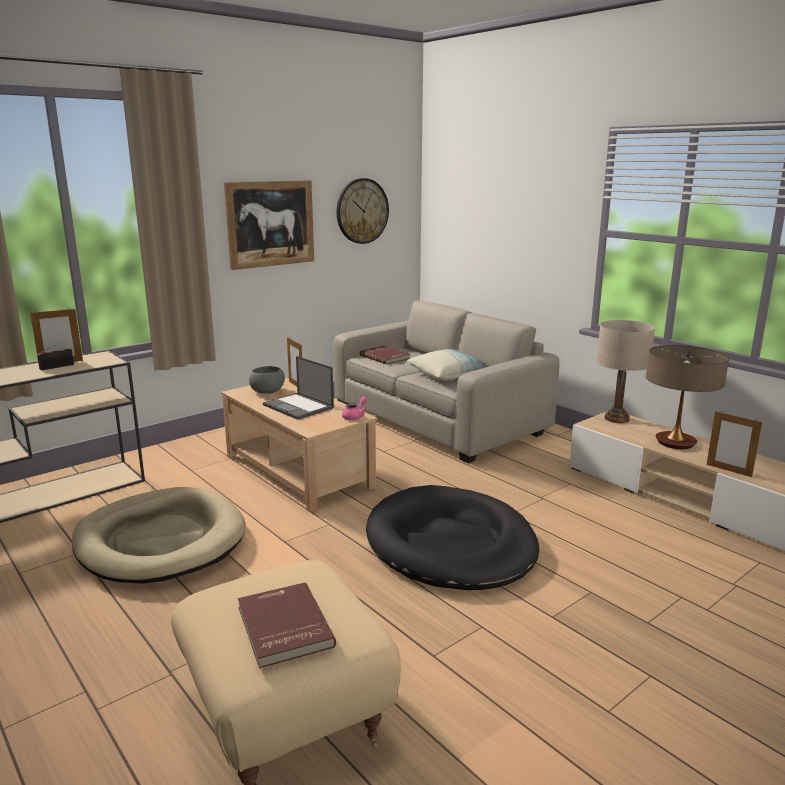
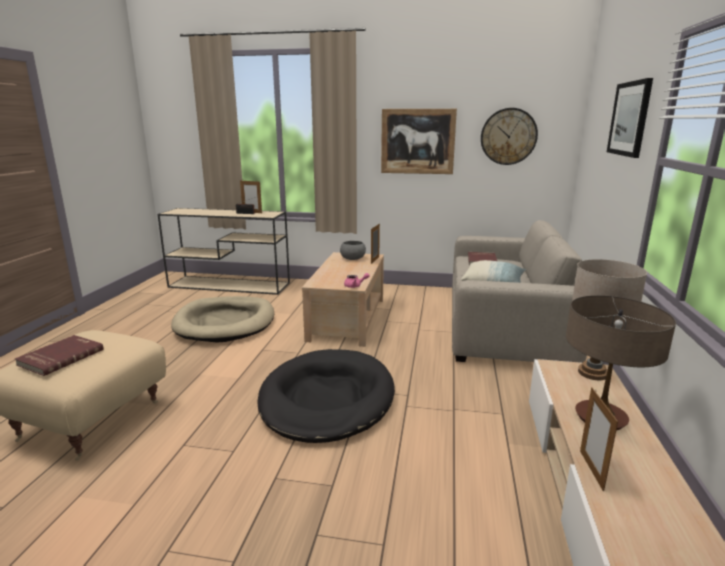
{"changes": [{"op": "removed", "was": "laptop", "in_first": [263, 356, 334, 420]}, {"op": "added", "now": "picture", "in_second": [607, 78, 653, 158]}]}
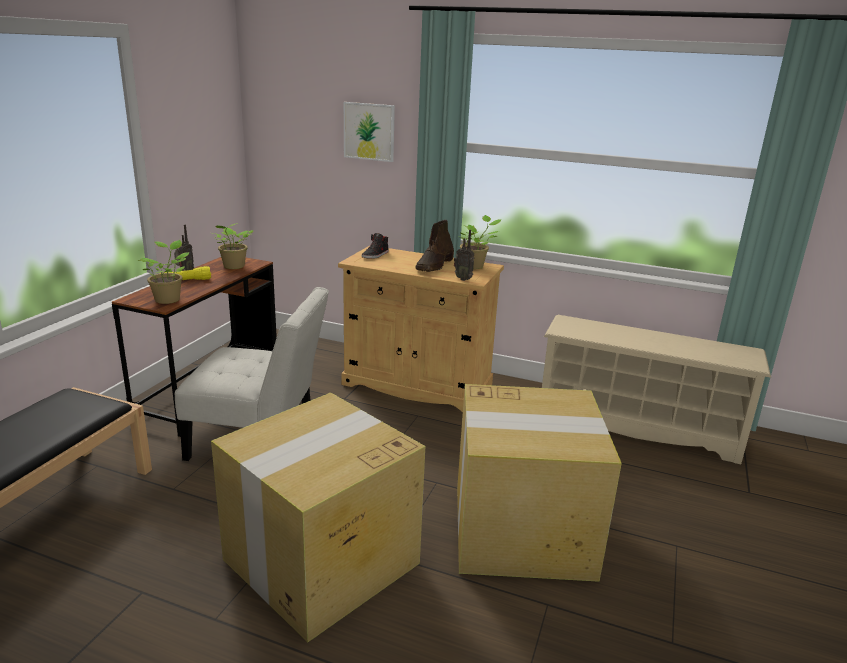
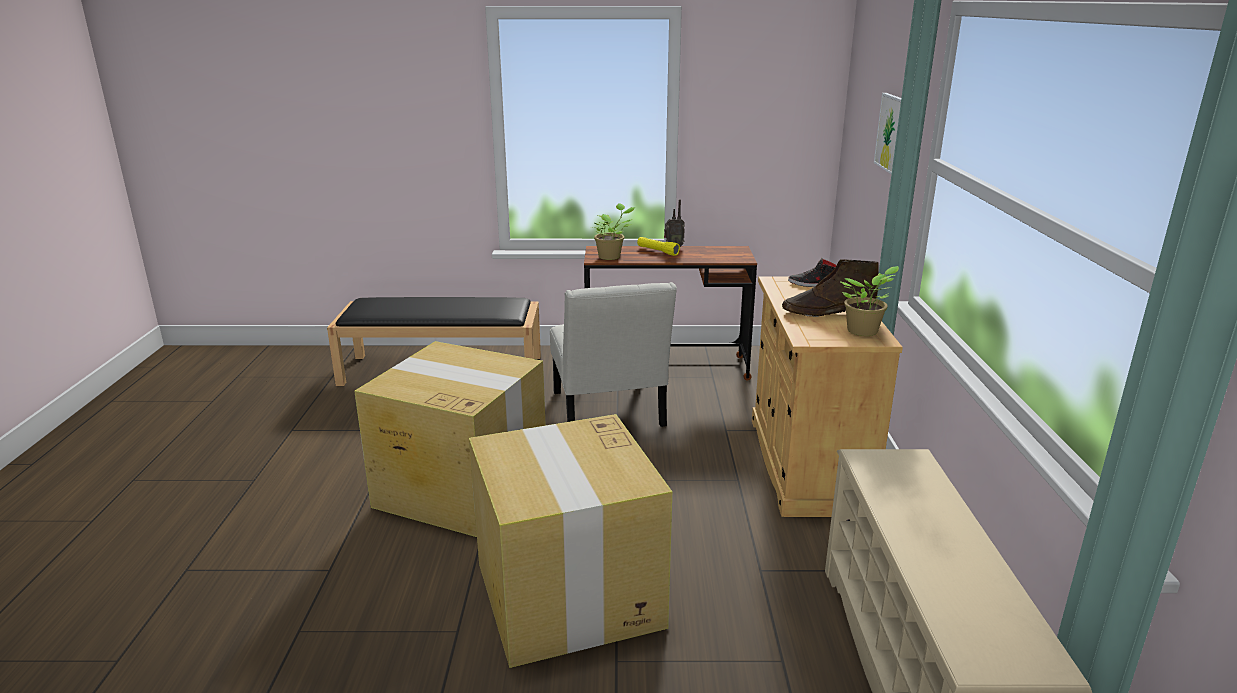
{"changes": [{"op": "removed", "was": "potted_plant", "in_first": [213, 223, 253, 269]}, {"op": "removed", "was": "radio", "in_first": [454, 230, 474, 281]}]}
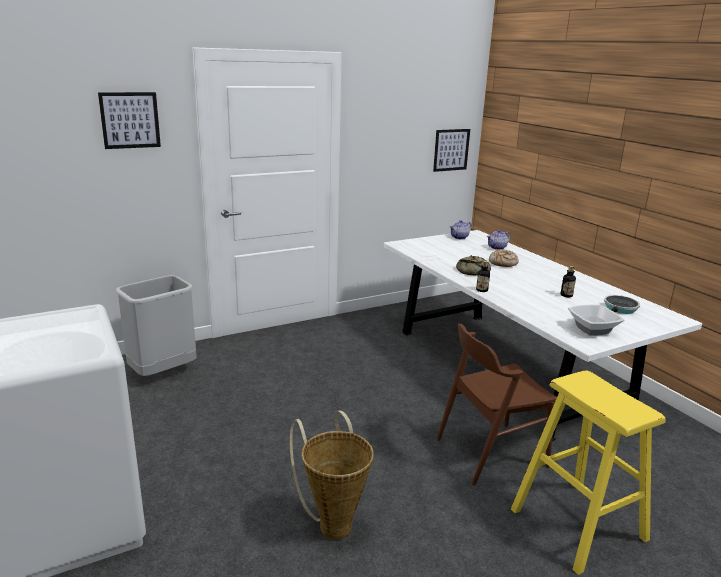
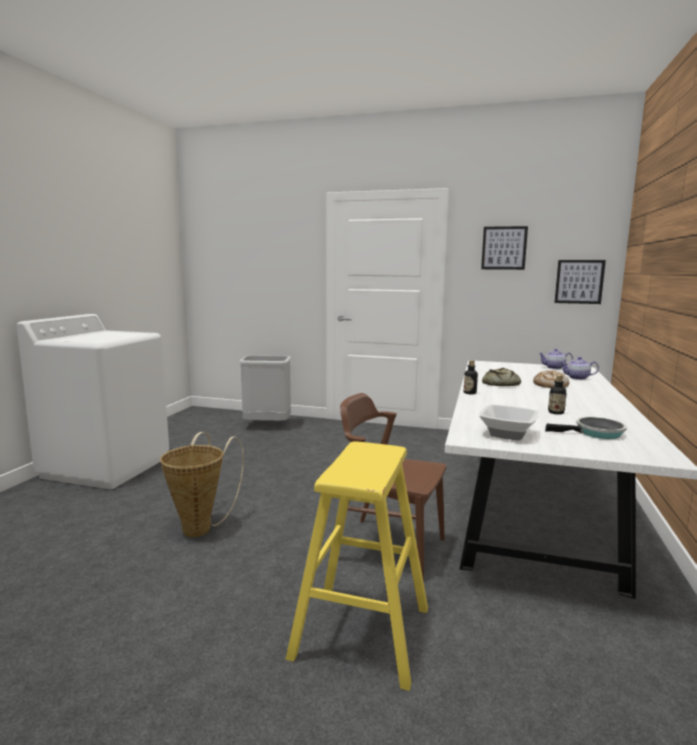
{"changes": [{"op": "moved", "was": "picture", "in_first": [98, 92, 161, 149], "in_second": [481, 226, 528, 270]}]}
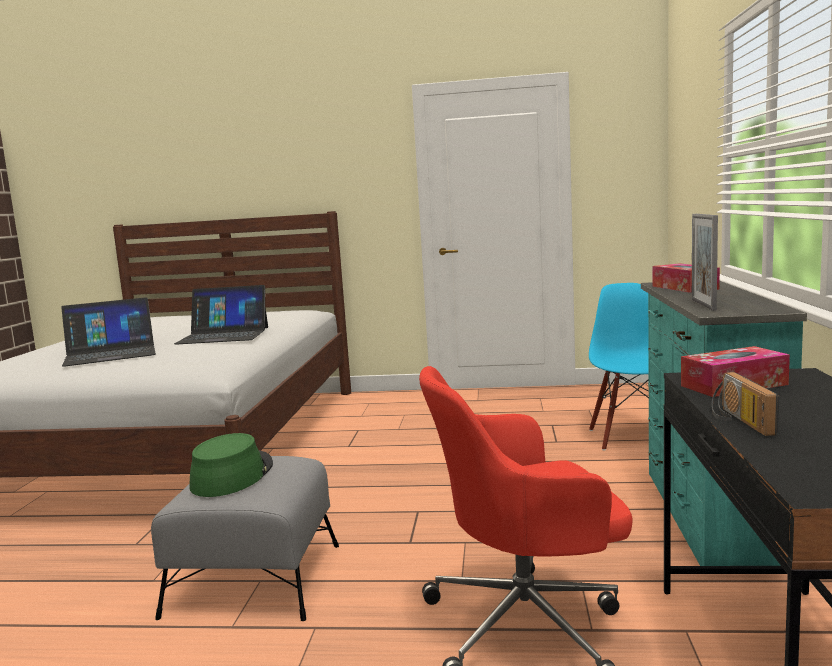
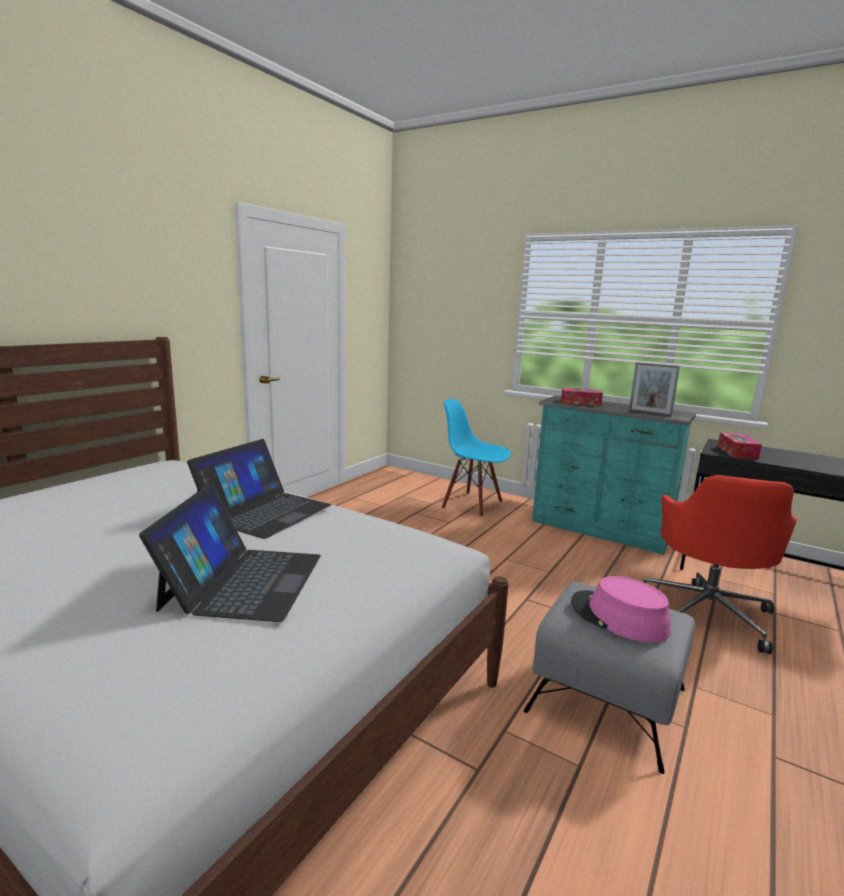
{"changes": [{"op": "removed", "was": "radio", "in_first": [712, 372, 779, 436]}, {"op": "recoloured", "was": "green_hat", "now": "pink_hat", "in_first": [189, 433, 273, 497], "in_second": [571, 576, 671, 642]}]}
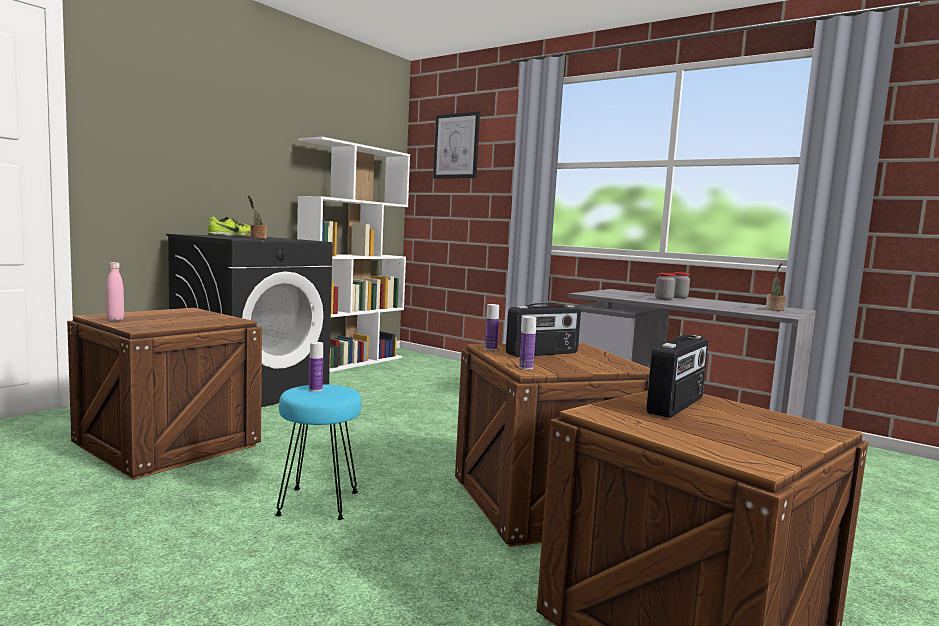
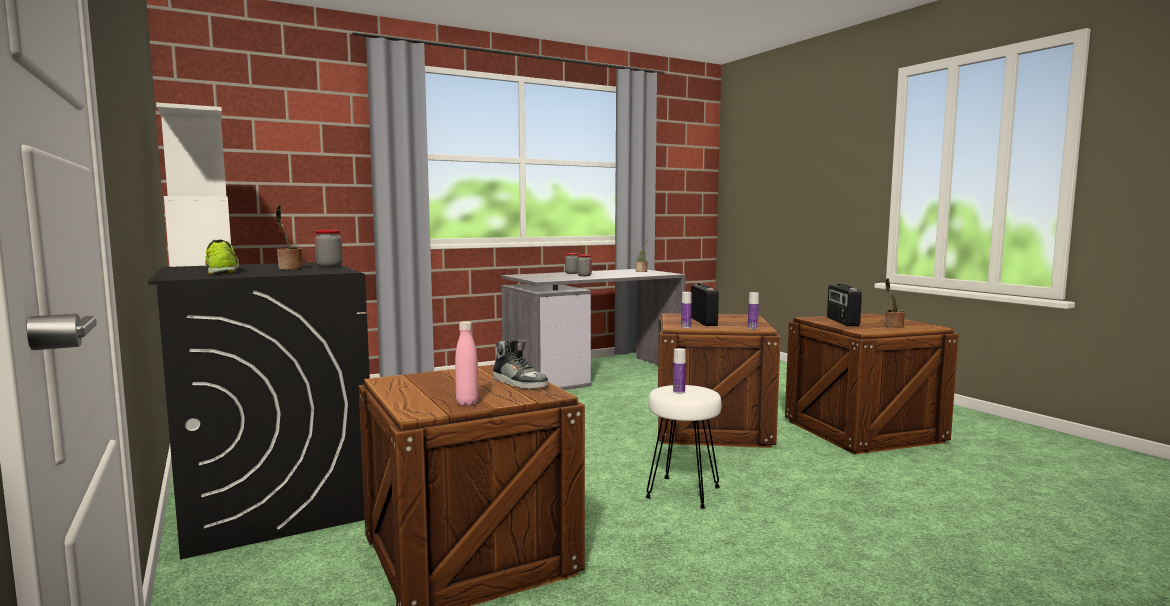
{"changes": [{"op": "removed", "was": "picture", "in_first": [433, 111, 480, 179]}, {"op": "added", "now": "jar", "in_second": [315, 230, 343, 267]}, {"op": "added", "now": "shoe", "in_second": [493, 339, 549, 389]}, {"op": "added", "now": "potted_plant", "in_second": [885, 278, 905, 328]}, {"op": "recoloured", "was": "turquoise_stool", "now": "white_stool", "in_first": [275, 384, 361, 520], "in_second": [646, 385, 722, 509]}, {"op": "turned", "was": "radio", "in_first": [646, 335, 708, 418], "in_second": [827, 284, 862, 326], "clockwise": -150}]}
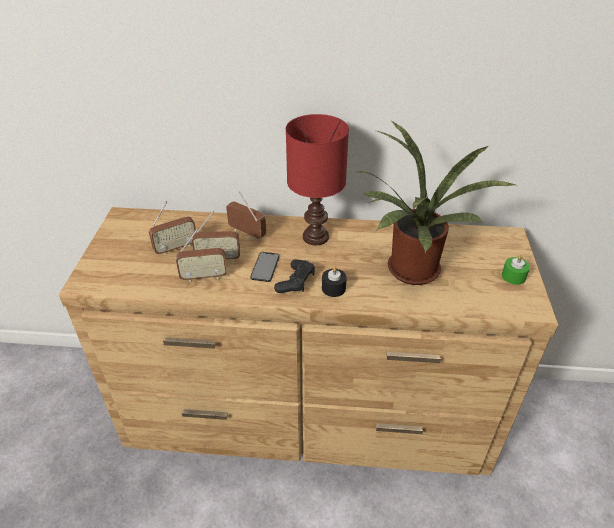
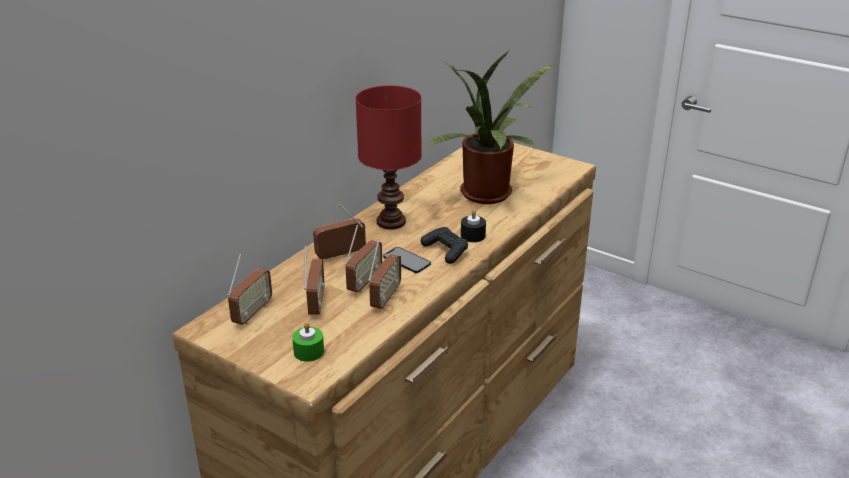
{"changes": [{"op": "added", "now": "radio", "in_second": [228, 254, 272, 325]}, {"op": "moved", "was": "green_candle", "in_first": [502, 255, 530, 285], "in_second": [292, 322, 324, 362]}]}
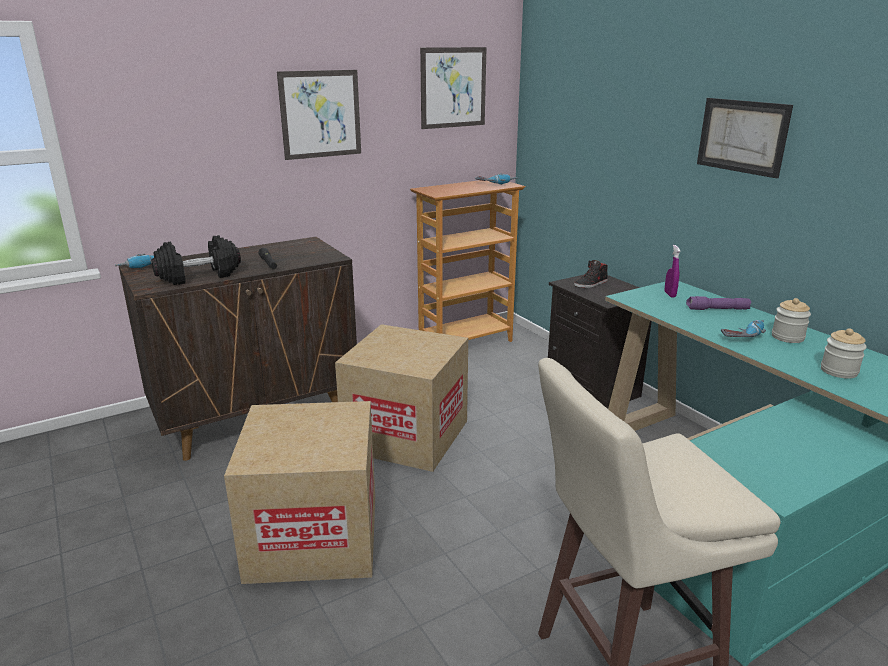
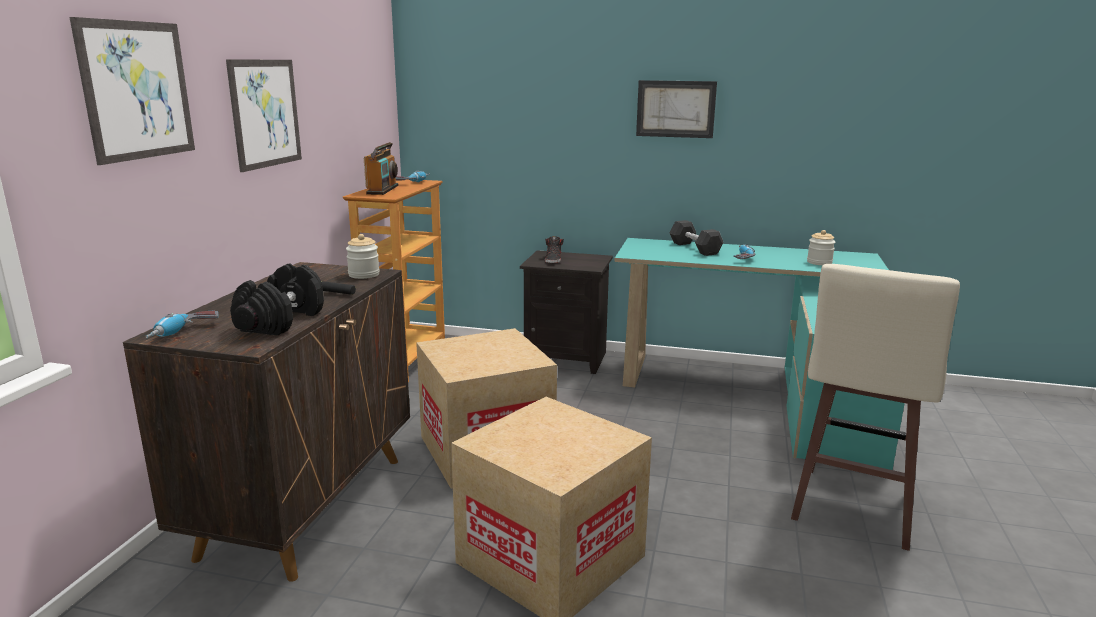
{"changes": [{"op": "removed", "was": "purple_spray_bottle", "in_first": [665, 245, 680, 297]}, {"op": "added", "now": "radio", "in_second": [364, 142, 398, 195]}, {"op": "moved", "was": "picture", "in_first": [420, 47, 487, 129], "in_second": [70, 17, 195, 165]}, {"op": "moved", "was": "jar", "in_first": [772, 298, 811, 343], "in_second": [346, 234, 380, 279]}, {"op": "replaced", "was": "purple_flashlight", "now": "black_dumbbell", "in_first": [686, 296, 751, 310], "in_second": [669, 220, 724, 256]}]}
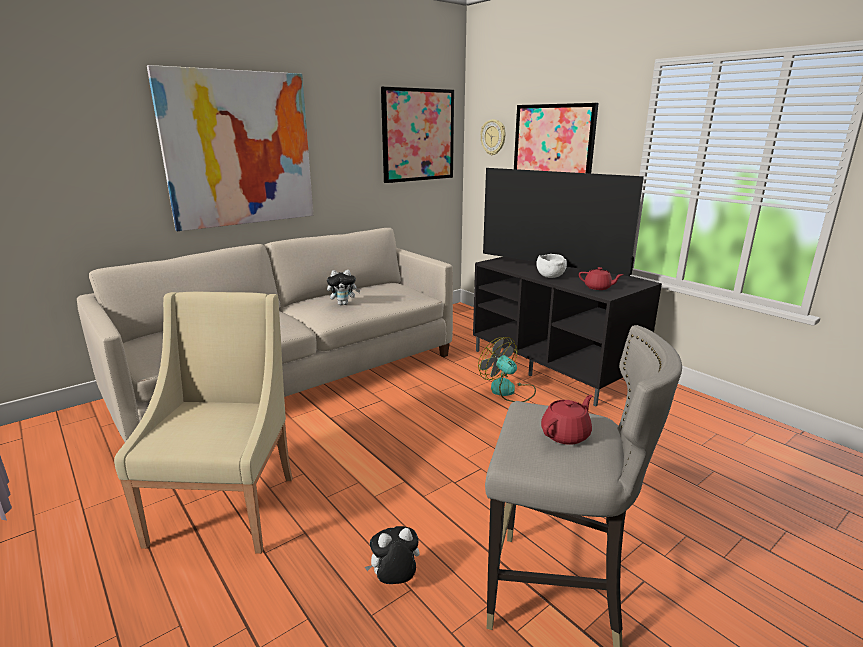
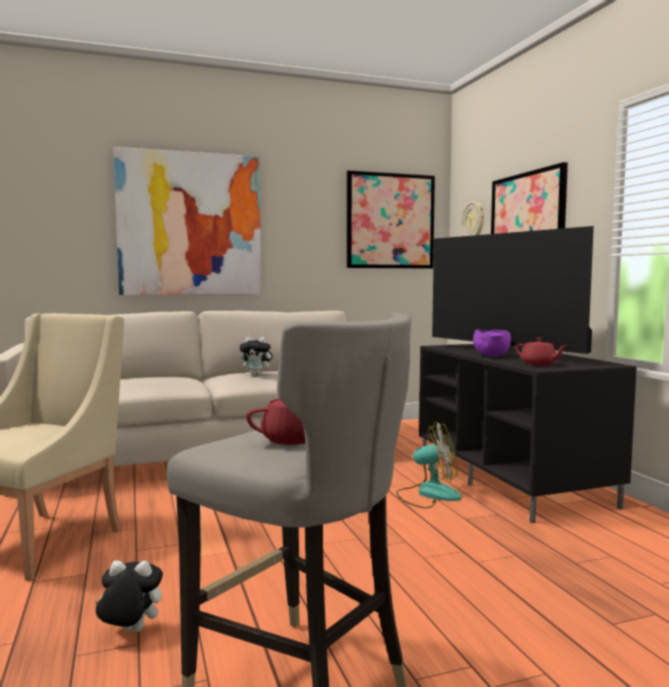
{"changes": [{"op": "recoloured", "was": "white_bowl", "now": "purple_bowl", "in_first": [536, 254, 567, 278], "in_second": [473, 329, 511, 357]}, {"op": "turned", "was": "fan", "in_first": [478, 337, 536, 402], "in_second": [396, 421, 462, 508], "clockwise": 105}]}
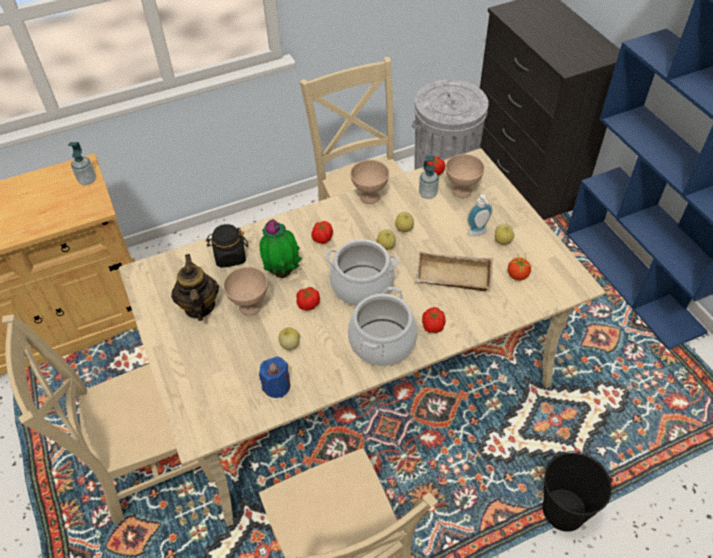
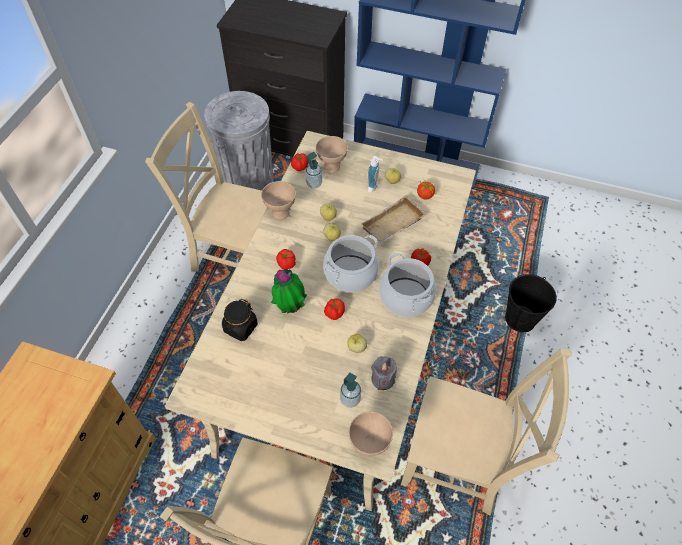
{"changes": [{"op": "removed", "was": "teapot", "in_first": [171, 254, 219, 321]}, {"op": "moved", "was": "soap_dispenser", "in_first": [68, 142, 96, 185], "in_second": [340, 373, 361, 408]}, {"op": "moved", "was": "beige_bowl", "in_first": [223, 267, 268, 316], "in_second": [349, 411, 393, 456]}, {"op": "recoloured", "was": "blue_candle", "now": "grey_candle", "in_first": [259, 357, 290, 398], "in_second": [371, 356, 397, 390]}]}
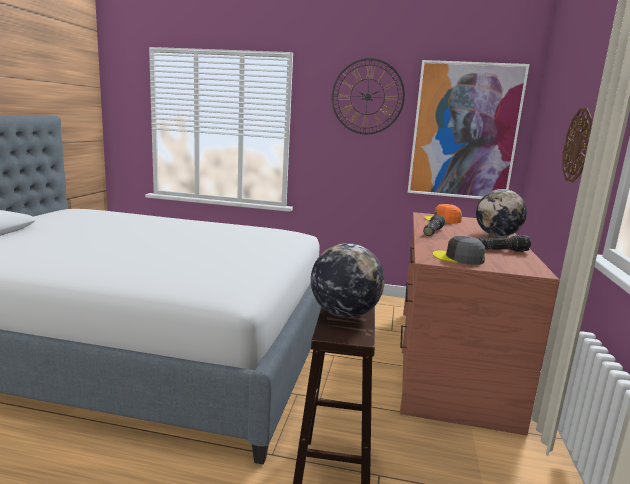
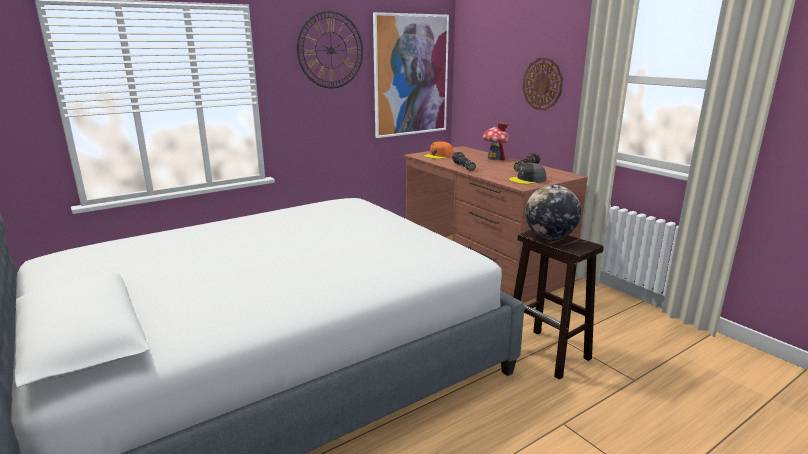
{"changes": [{"op": "replaced", "was": "globe", "now": "toy_house", "in_first": [476, 189, 527, 237], "in_second": [483, 122, 510, 160]}]}
